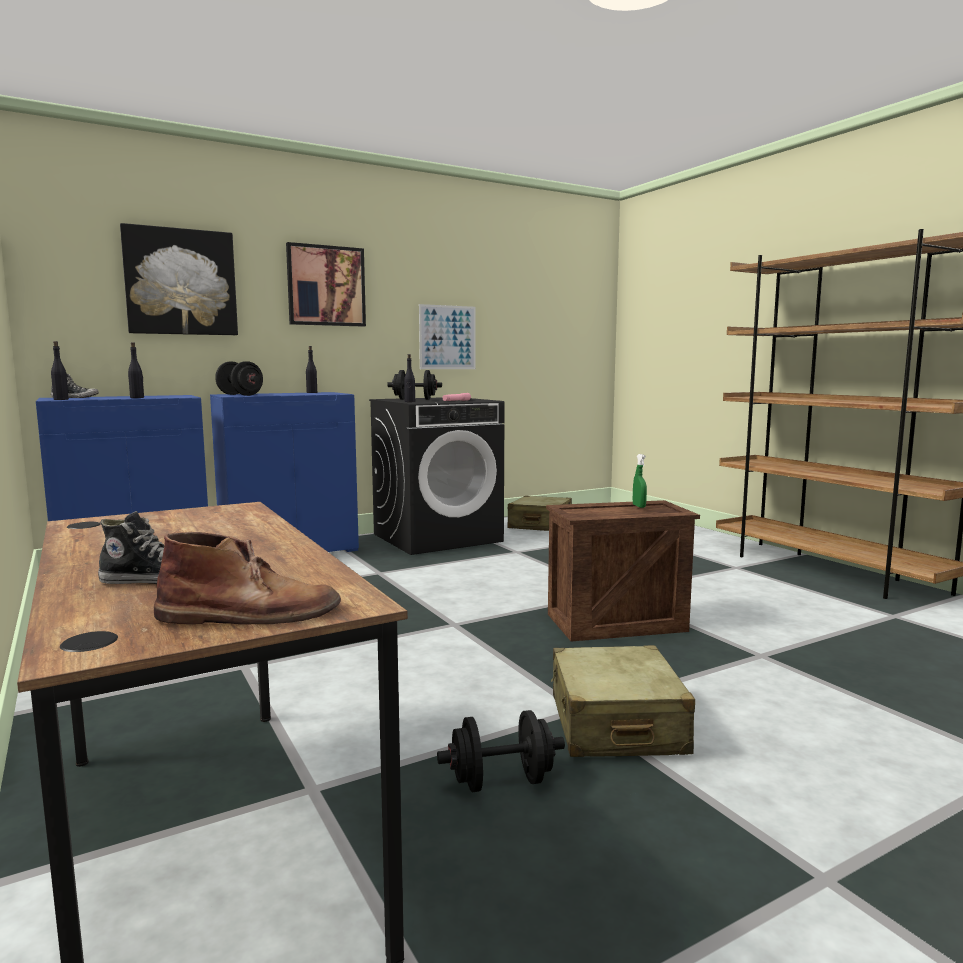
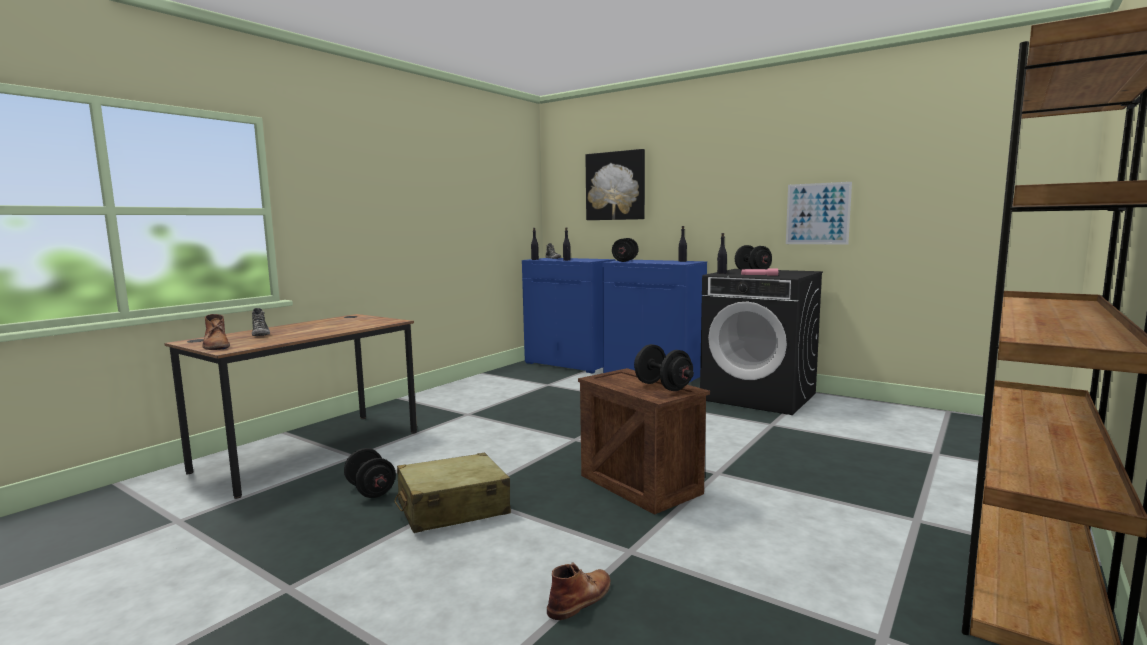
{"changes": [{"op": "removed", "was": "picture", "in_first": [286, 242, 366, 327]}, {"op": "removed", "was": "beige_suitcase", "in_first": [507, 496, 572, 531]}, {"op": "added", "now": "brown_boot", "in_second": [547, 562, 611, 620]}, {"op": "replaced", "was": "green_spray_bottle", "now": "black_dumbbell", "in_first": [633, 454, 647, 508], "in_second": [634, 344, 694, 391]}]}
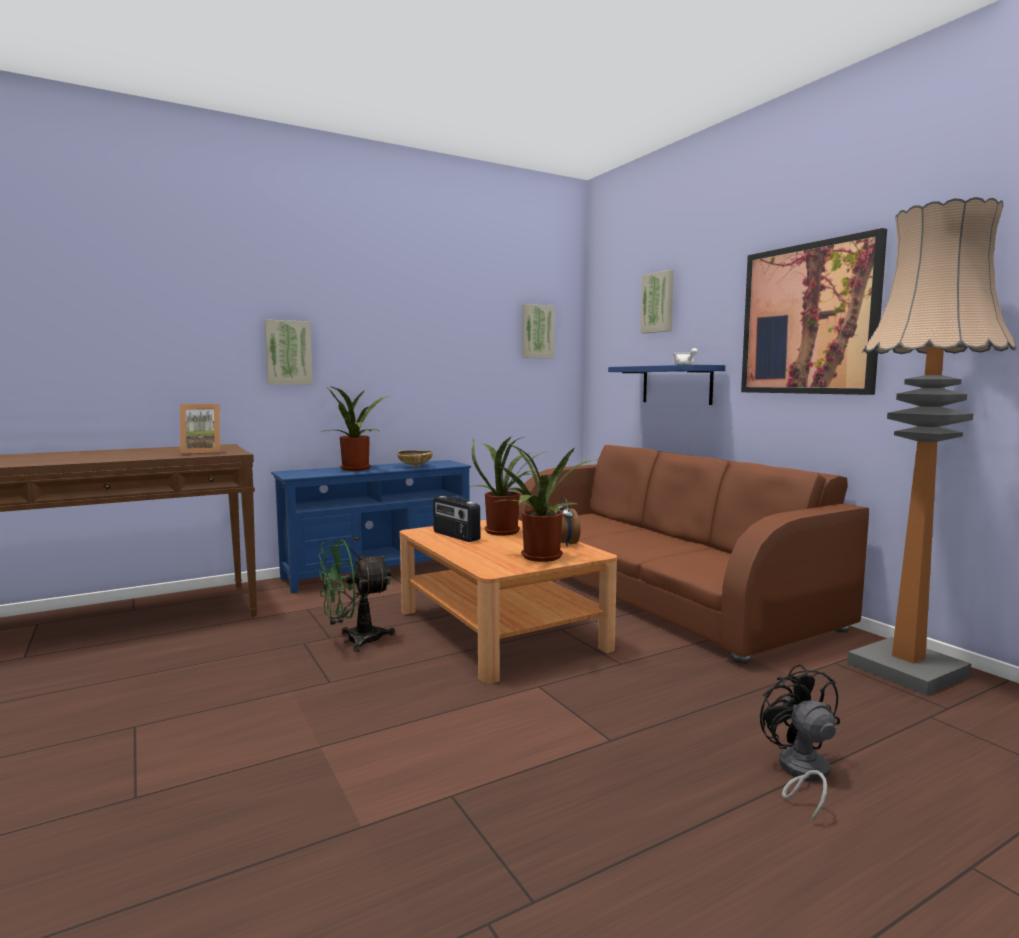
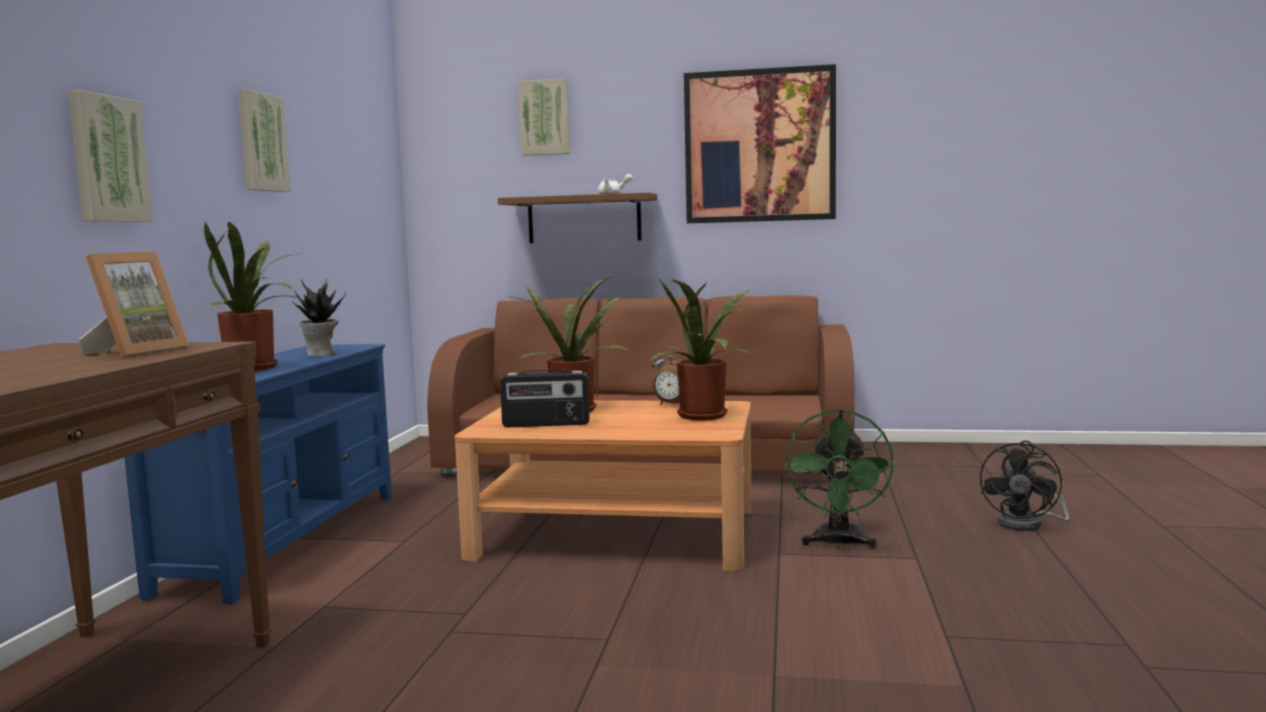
{"changes": [{"op": "removed", "was": "floor_lamp", "in_first": [847, 197, 1016, 696]}, {"op": "moved", "was": "green_fan", "in_first": [318, 539, 395, 652], "in_second": [785, 409, 894, 549]}, {"op": "moved", "was": "picture", "in_first": [522, 304, 555, 358], "in_second": [238, 89, 291, 192]}, {"op": "replaced", "was": "beige_bowl", "now": "potted_plant", "in_first": [397, 450, 432, 467], "in_second": [292, 278, 346, 356]}, {"op": "recoloured", "was": "blue_shelf", "now": "brown_shelf", "in_first": [608, 365, 725, 405], "in_second": [498, 192, 657, 243]}, {"op": "turned", "was": "black_fan", "in_first": [760, 664, 840, 822], "in_second": [980, 441, 1069, 531], "clockwise": -90}]}
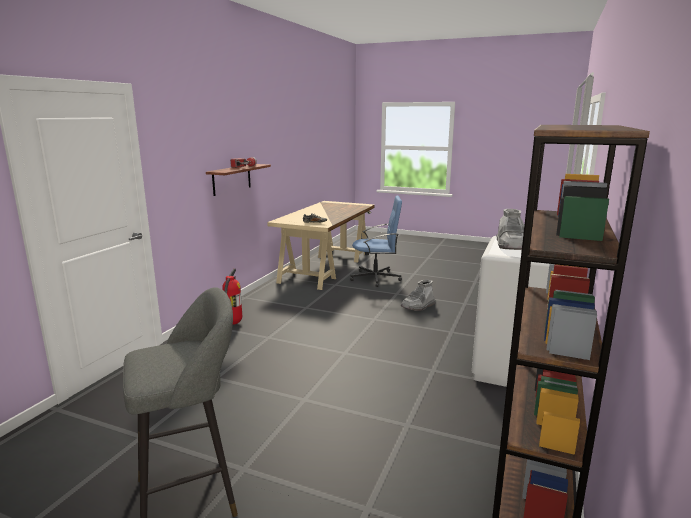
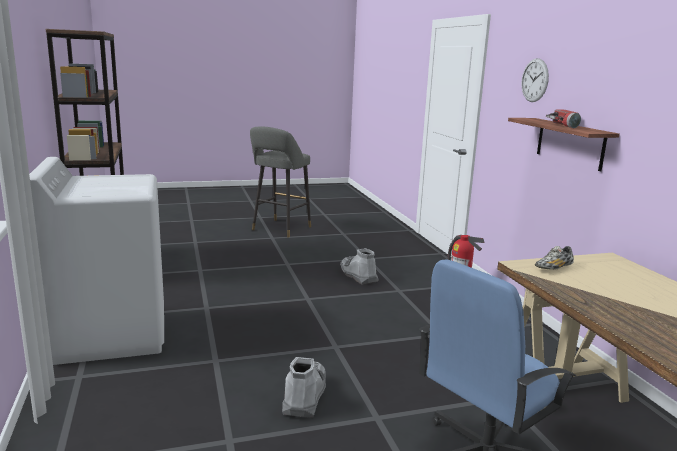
{"changes": [{"op": "added", "now": "wall_clock", "in_second": [521, 58, 549, 102]}, {"op": "moved", "was": "grey_boot", "in_first": [497, 209, 524, 250], "in_second": [340, 248, 379, 285]}]}
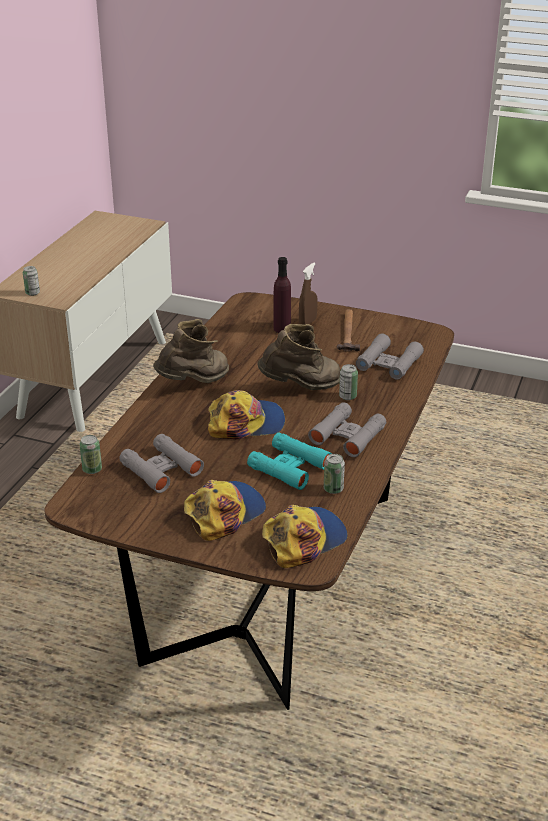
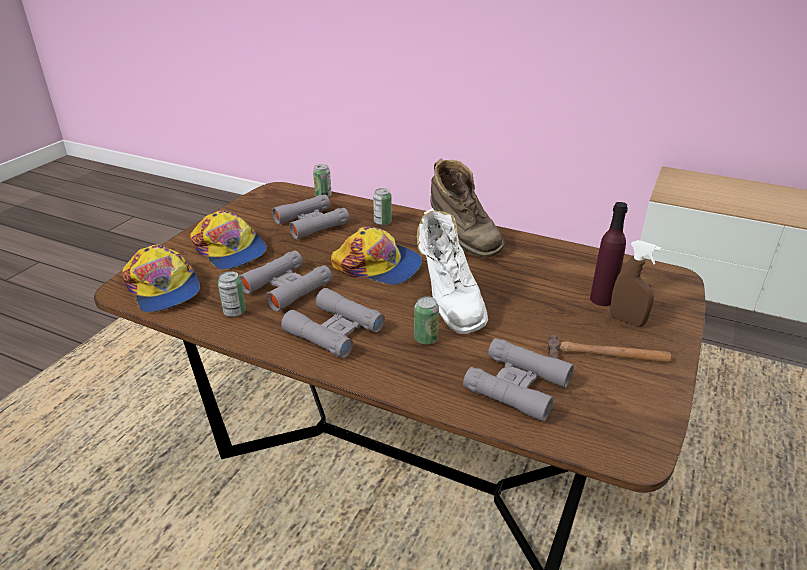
{"changes": [{"op": "moved", "was": "can", "in_first": [23, 266, 40, 296], "in_second": [373, 188, 392, 225]}, {"op": "recoloured", "was": "turquoise_binoculars", "now": "grey_binoculars", "in_first": [247, 433, 332, 490], "in_second": [239, 251, 332, 311]}, {"op": "recoloured", "was": "brown_boot", "now": "white_boot", "in_first": [257, 324, 340, 390], "in_second": [417, 208, 488, 334]}, {"op": "turned", "was": "cap", "in_first": [208, 390, 285, 440], "in_second": [331, 227, 422, 285], "clockwise": -60}]}
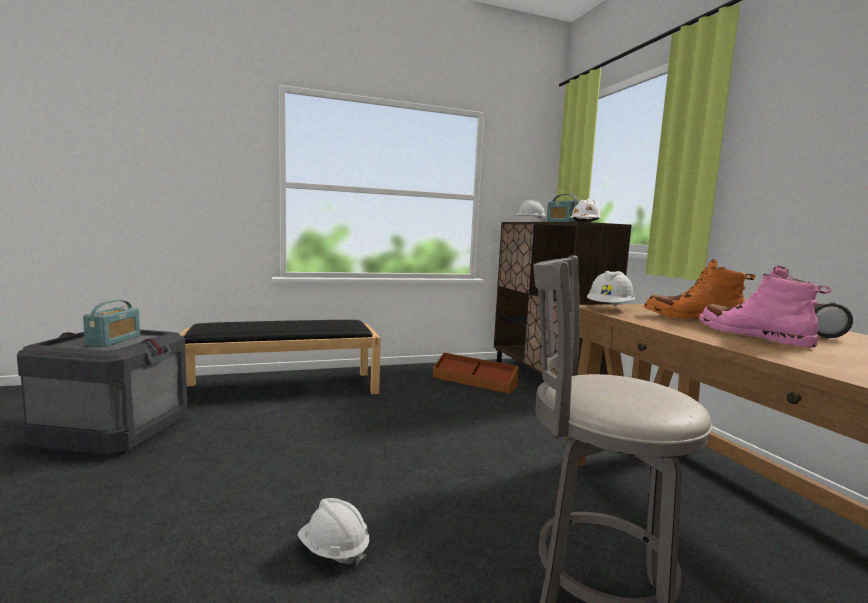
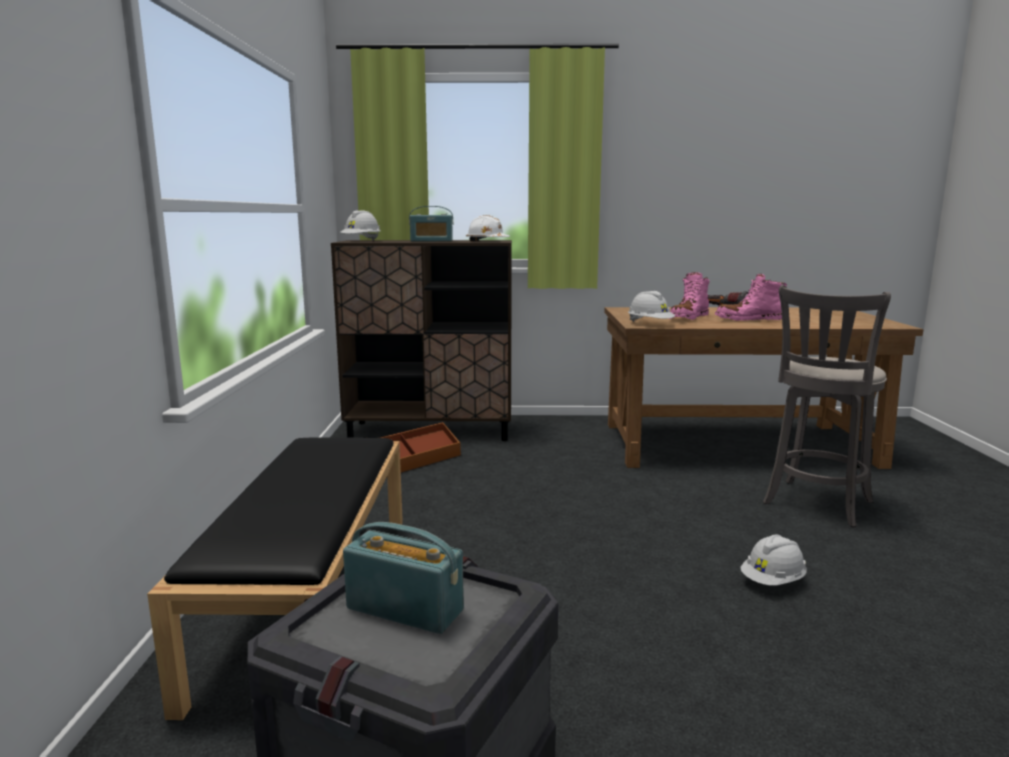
{"changes": [{"op": "recoloured", "was": "orange_boot", "now": "pink_boot", "in_first": [643, 259, 756, 320], "in_second": [669, 272, 710, 320]}]}
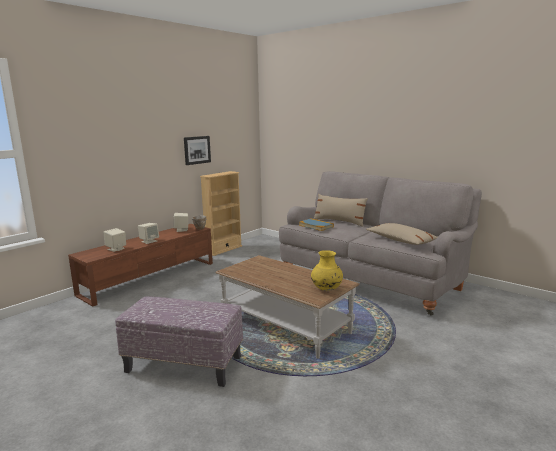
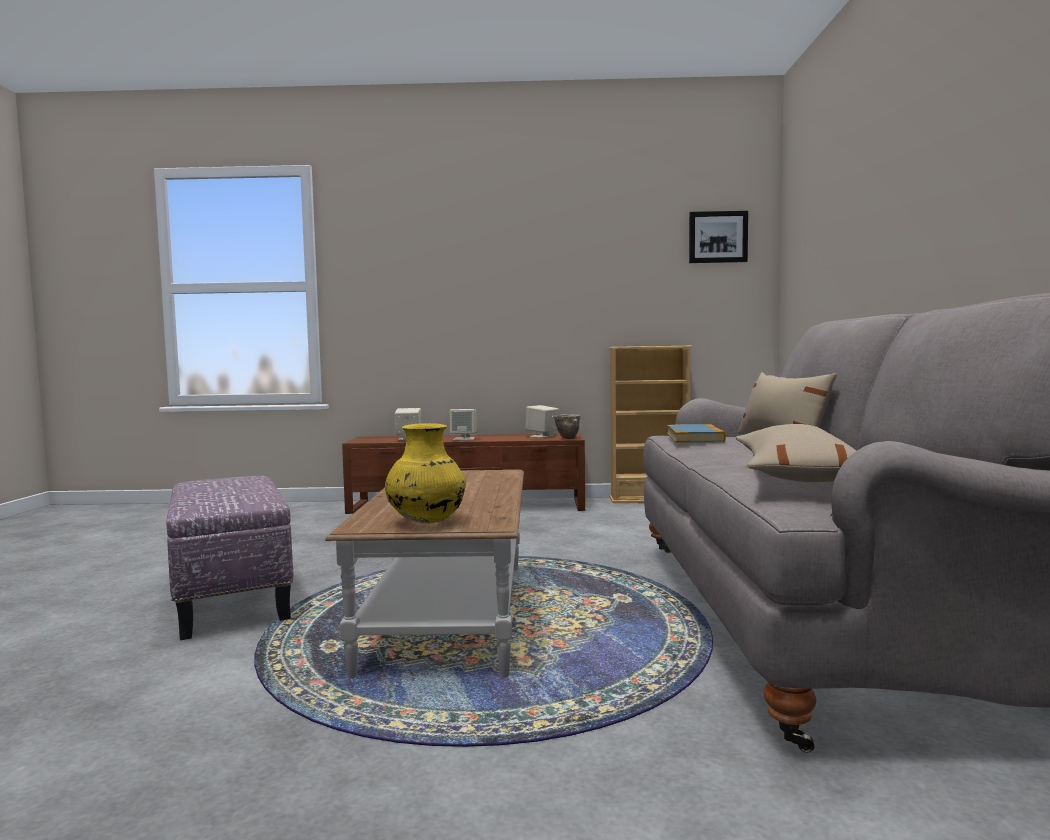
{"changes": [{"op": "moved", "was": "picture", "in_first": [184, 136, 211, 165], "in_second": [689, 211, 748, 263]}]}
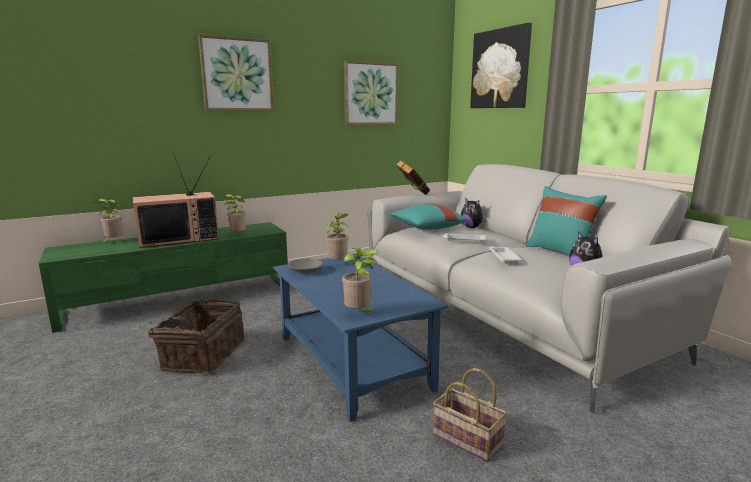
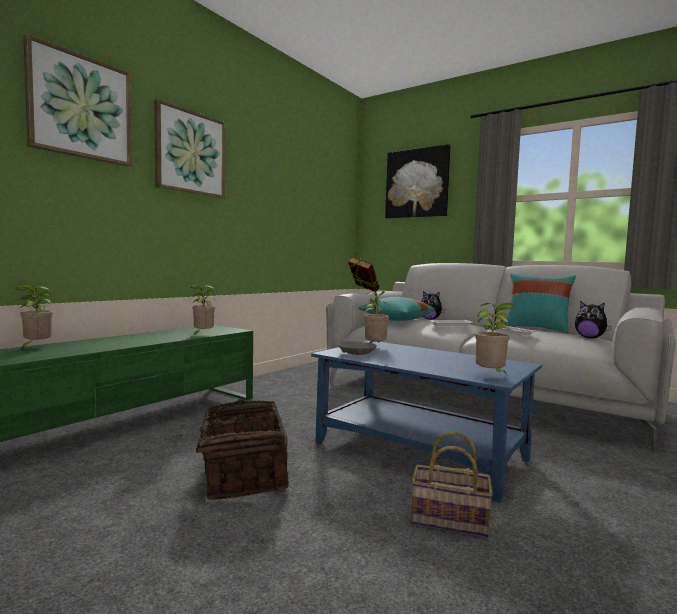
{"changes": [{"op": "removed", "was": "television", "in_first": [133, 152, 219, 248]}, {"op": "moved", "was": "picture", "in_first": [344, 61, 398, 125], "in_second": [23, 34, 132, 167]}, {"op": "moved", "was": "basket", "in_first": [433, 368, 507, 462], "in_second": [411, 432, 493, 537]}]}
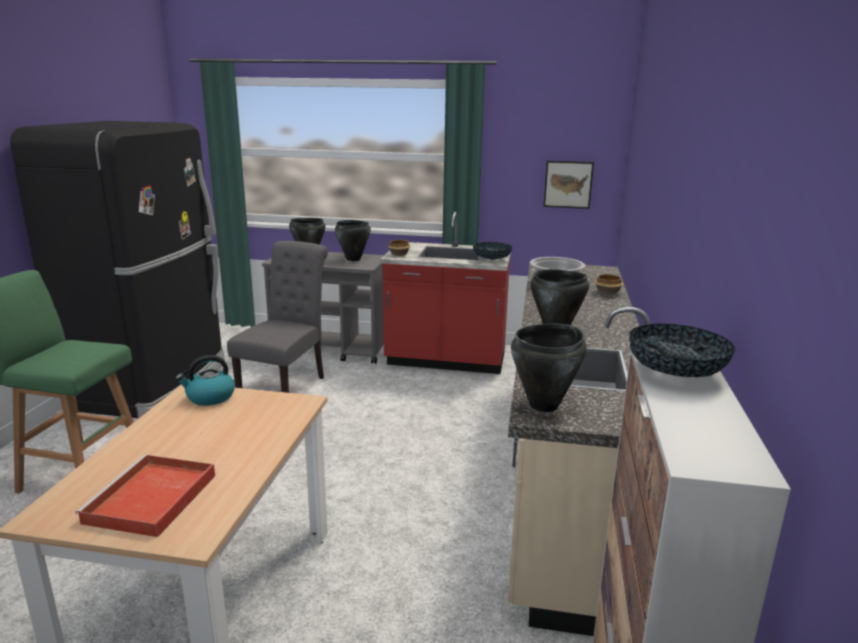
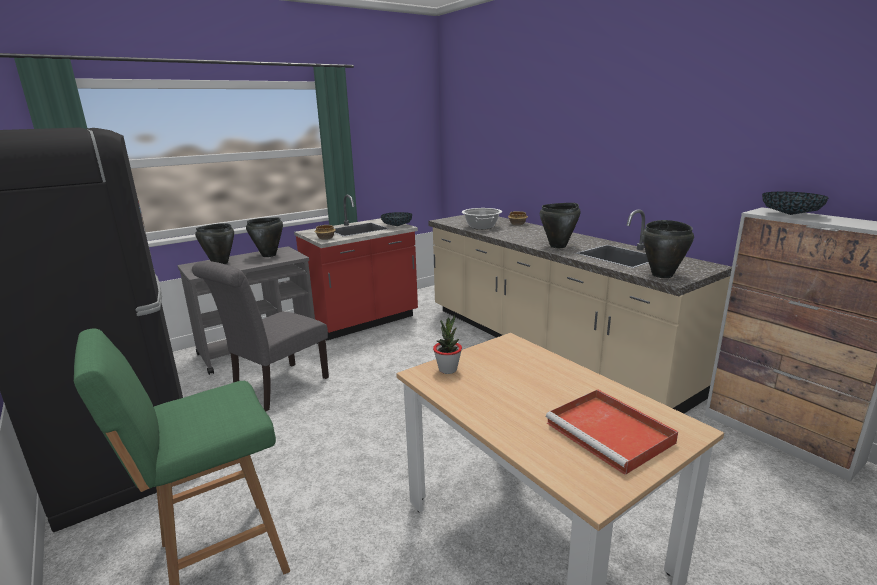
{"changes": [{"op": "removed", "was": "picture", "in_first": [543, 161, 594, 209]}, {"op": "replaced", "was": "kettle", "now": "potted_plant", "in_first": [176, 355, 235, 406], "in_second": [433, 315, 462, 374]}, {"op": "turned", "was": "grey_chair", "in_first": [227, 241, 328, 393], "in_second": [192, 261, 329, 411], "clockwise": -120}]}
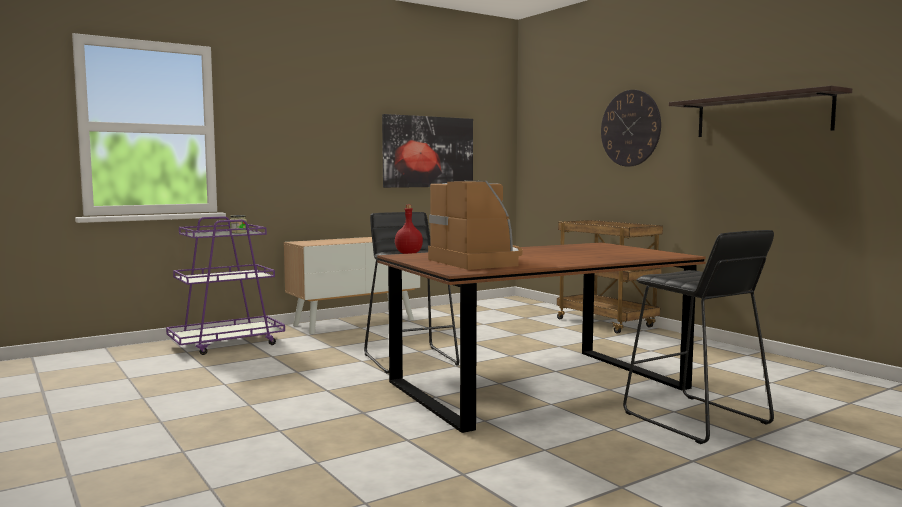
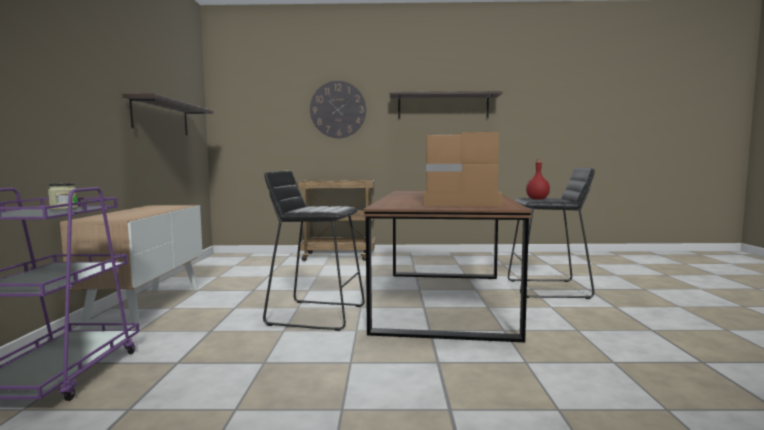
{"changes": [{"op": "moved", "was": "red_bottle", "in_first": [395, 205, 423, 254], "in_second": [526, 159, 550, 200]}, {"op": "replaced", "was": "picture", "now": "shelf", "in_first": [382, 114, 473, 188], "in_second": [123, 93, 214, 135]}]}
